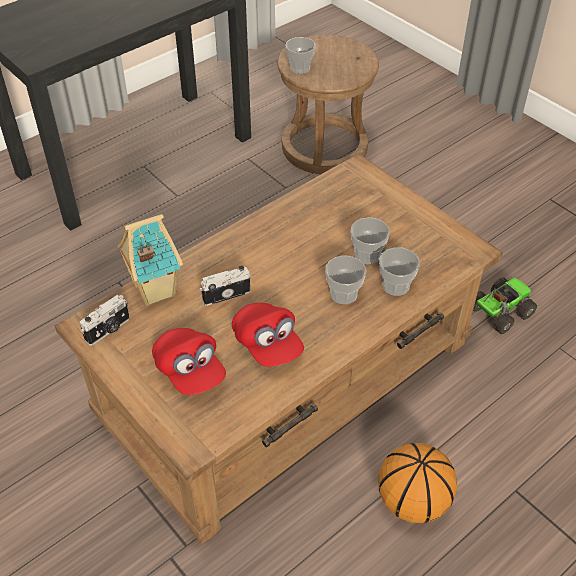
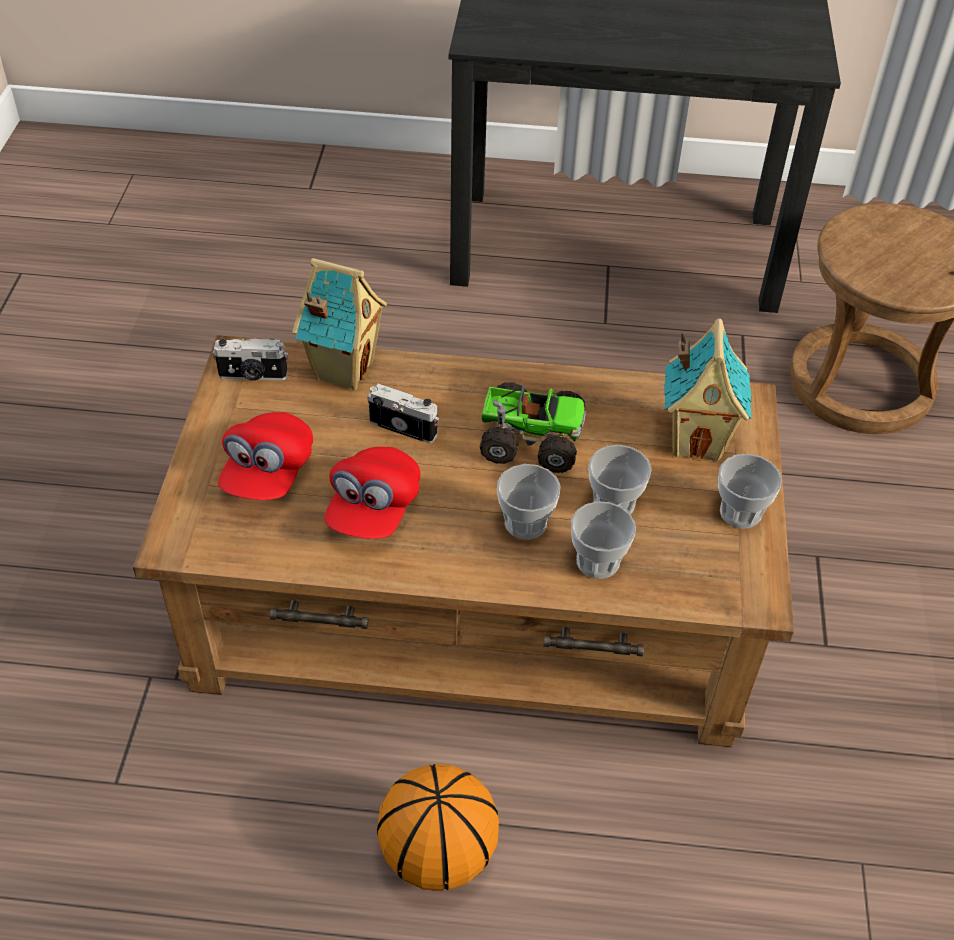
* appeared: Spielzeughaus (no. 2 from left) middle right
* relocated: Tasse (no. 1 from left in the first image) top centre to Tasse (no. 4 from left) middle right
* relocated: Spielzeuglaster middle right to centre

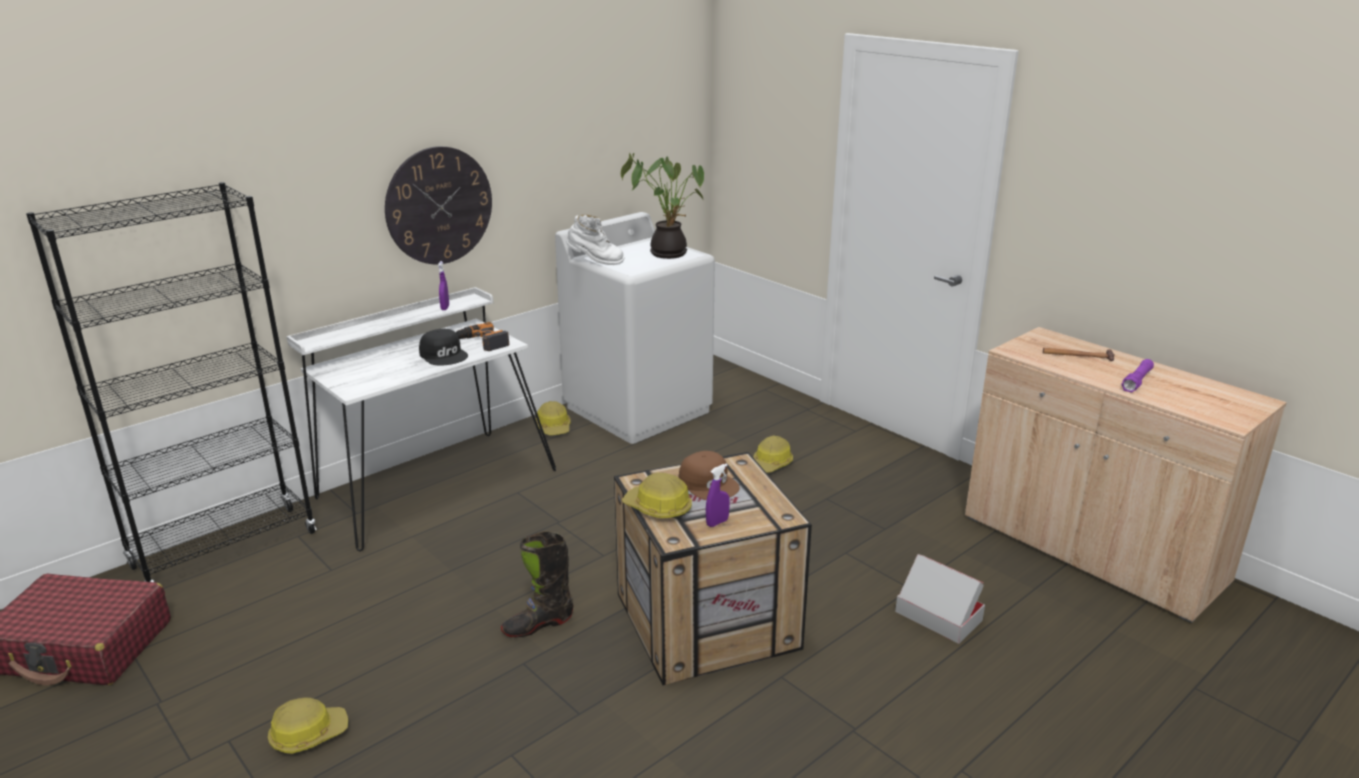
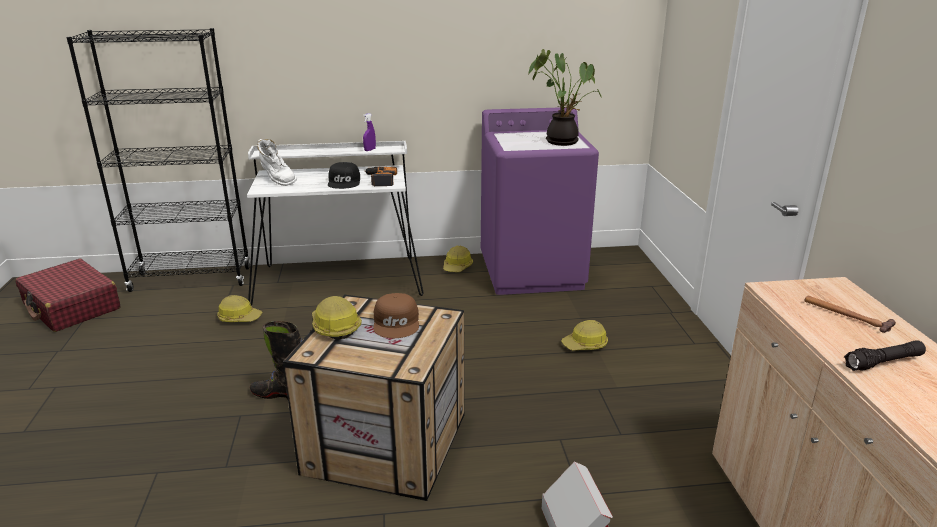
* missing: Wanduhr top left
* missing: Sprühflasche (lila) (no. 2 from left) centre
* relocated: Schutzhelm (no. 1 from left) bottom left to middle left
* relocated: Stiefel (weiß) top centre to top left
* colour: Waschmaschine (weiß) centre to Waschmaschine (lila) centre
* colour: Taschenlampe (lila) middle right to Taschenlampe (schwarz) bottom right

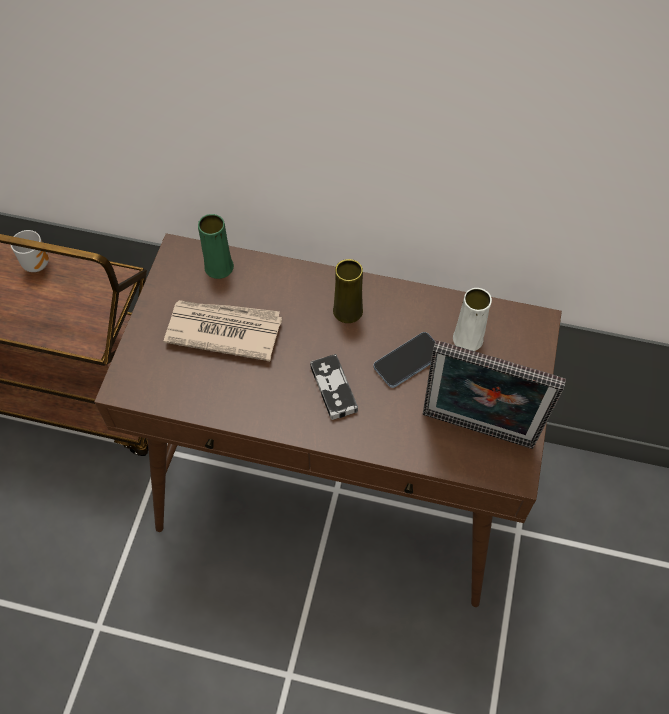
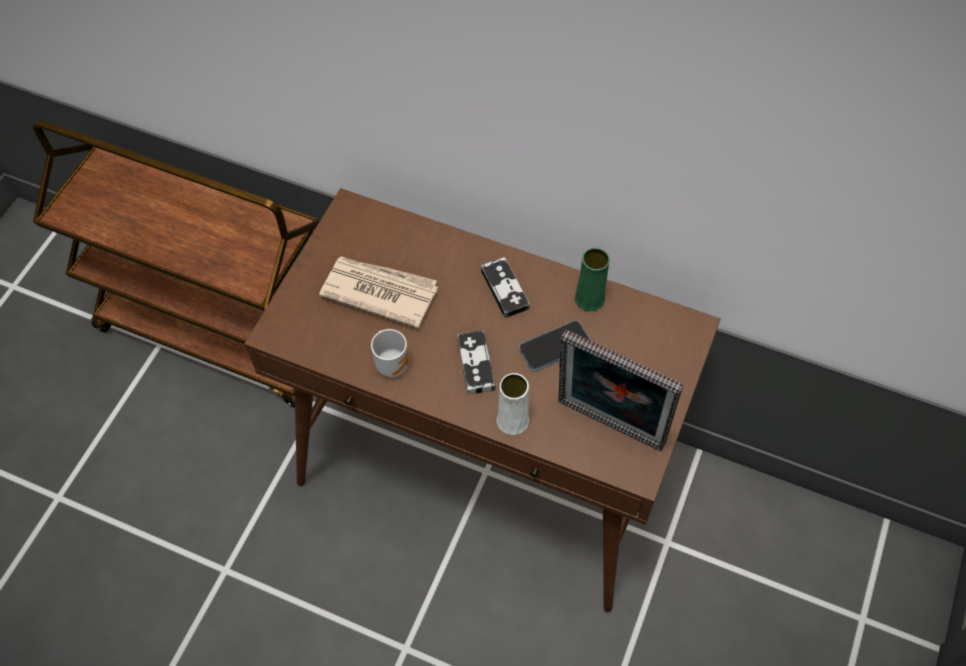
* relocated: Henkelbecher middle left to centre
* relocated: Vase (grün) middle left to centre
* relocated: Vase (weiß) middle right to centre
* exchanged: Vase (gelb) centre to Gamepad (no. 2 from left) centre

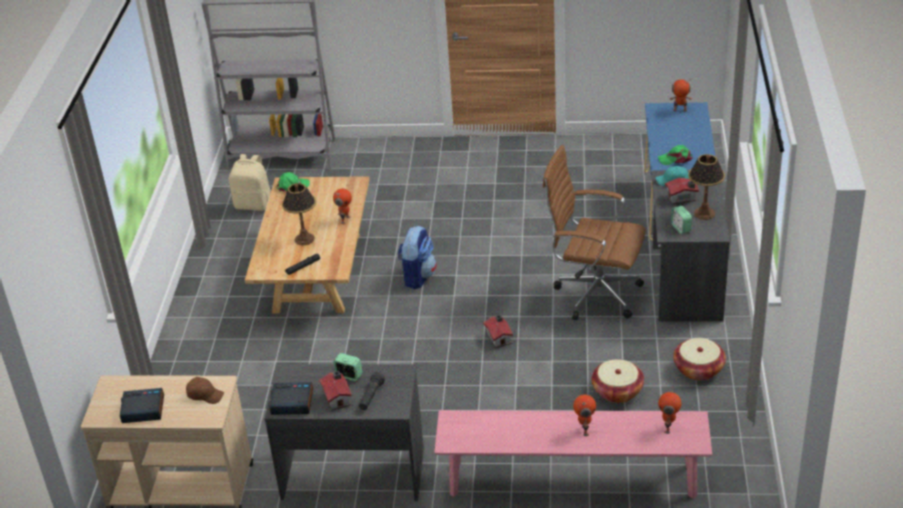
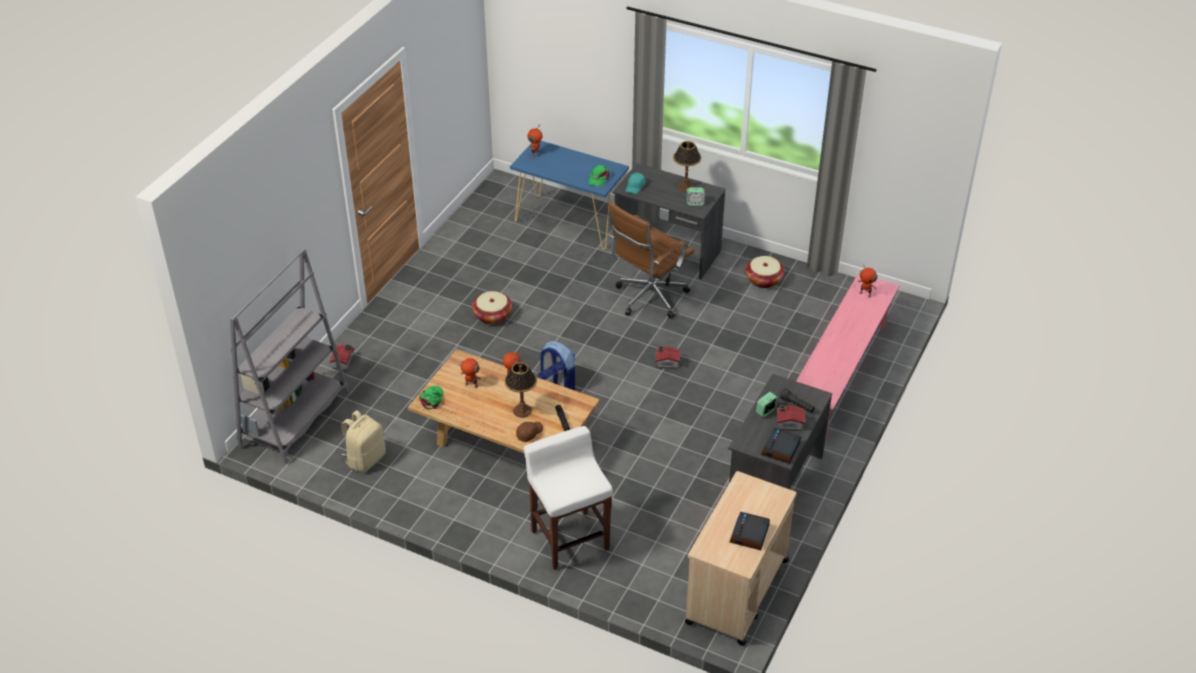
* appeared: Hocker (weiß) bottom centre
* relocated: Kappe (braun) bottom left to centre
* relocated: Spielzeugroboter (no. 2 from left in the first image) bottom centre to Spielzeugroboter (no. 1 from left) centre
* relocated: Korb (no. 1 from left) bottom right to centre
* relocated: Spielzeughaus (no. 3 from left in the first image) middle right to Spielzeughaus (no. 1 from left) middle left

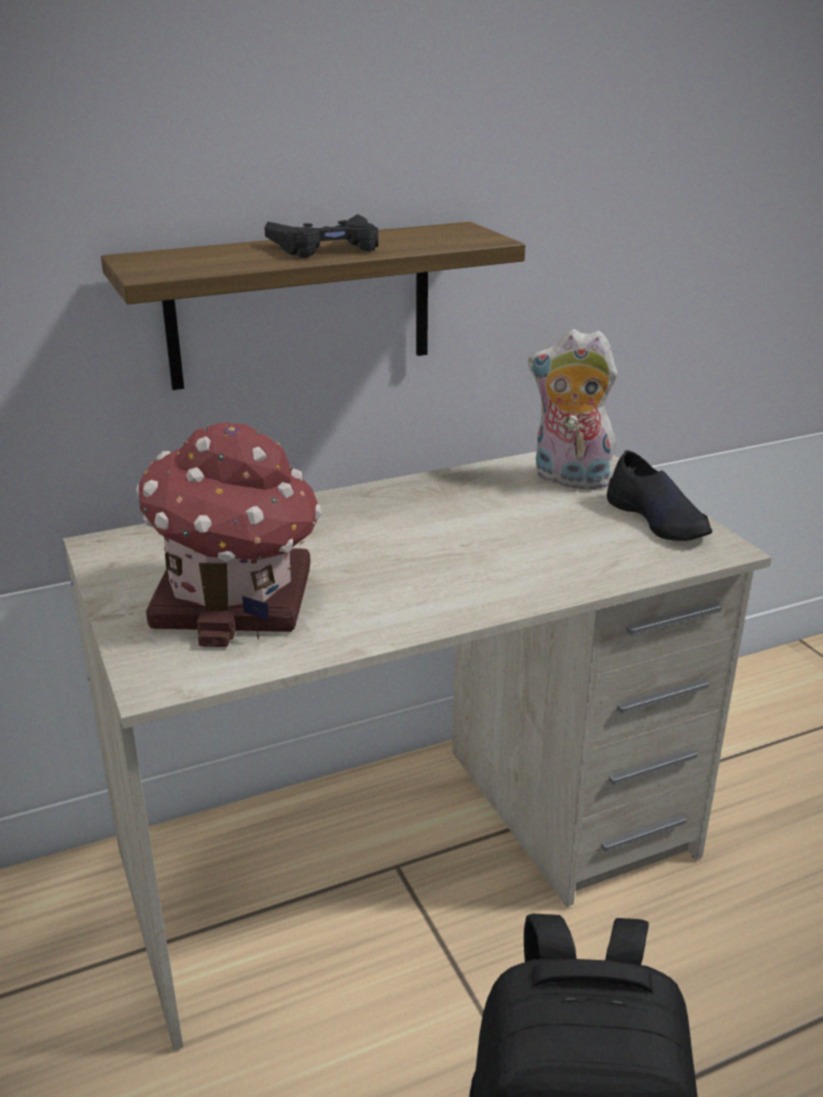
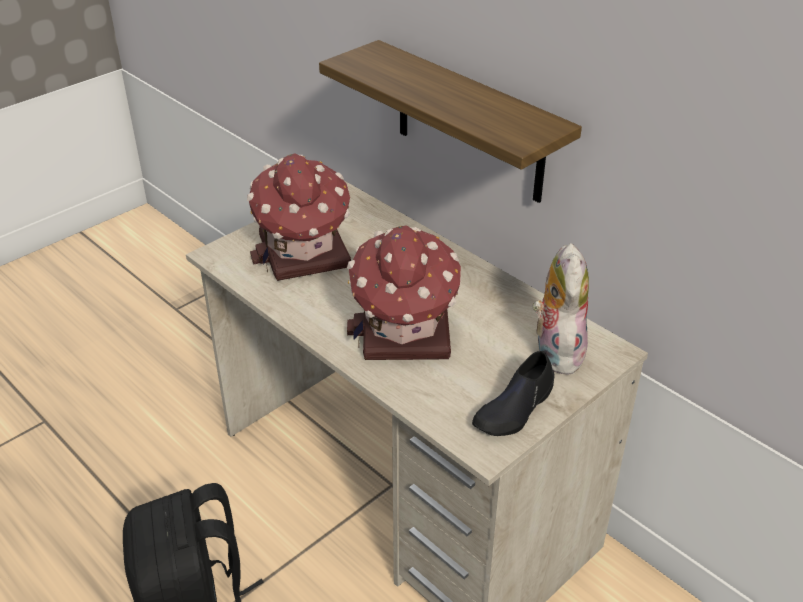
* missing: Gamepad (schwarz) top centre
* appeared: Spielzeughaus (no. 2 from left) centre

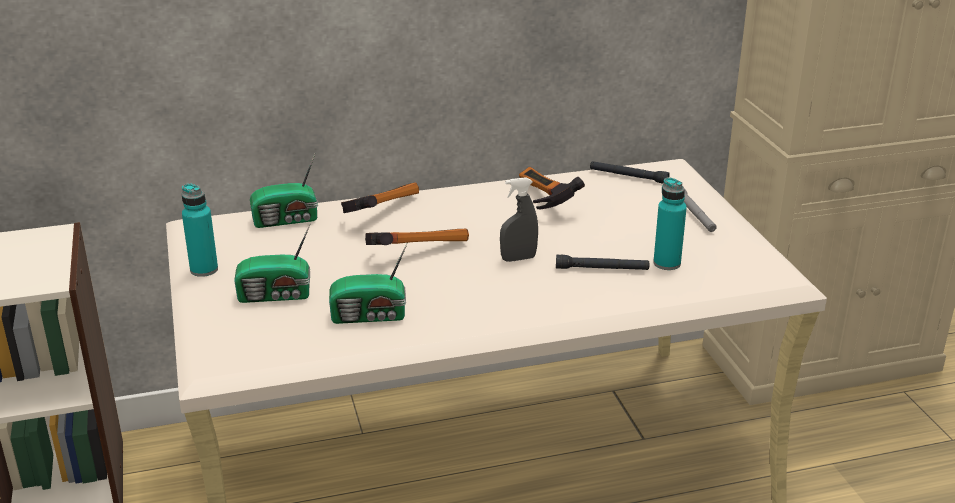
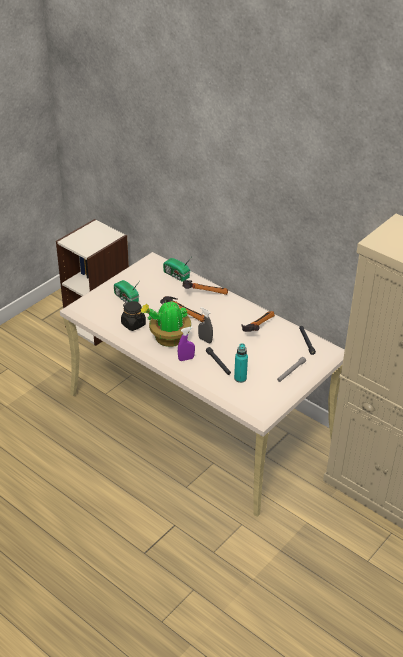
* missing: Flasche (türkis) (no. 1 from left) middle left
* appeared: Topfpflanze centre
* appeared: Sprühflasche (lila) centre
* exchanged: Radio (no. 3 from left) centre to Vorratsglas (schwarz) middle left

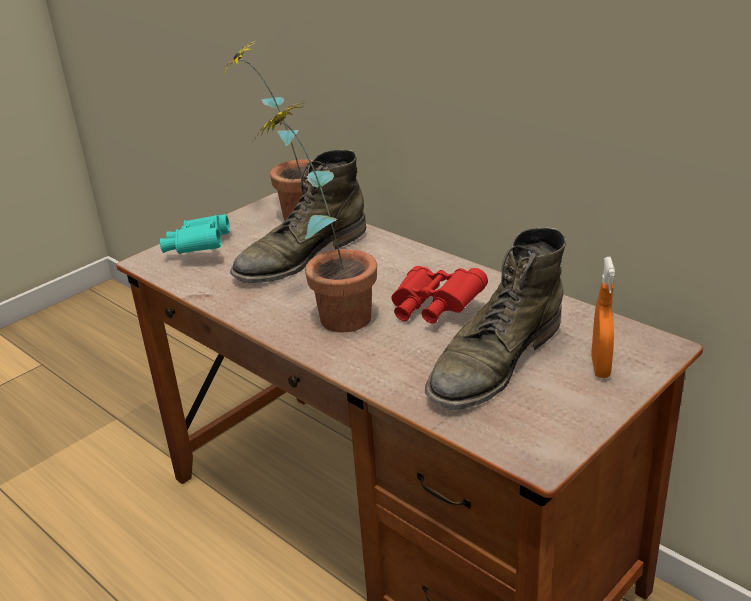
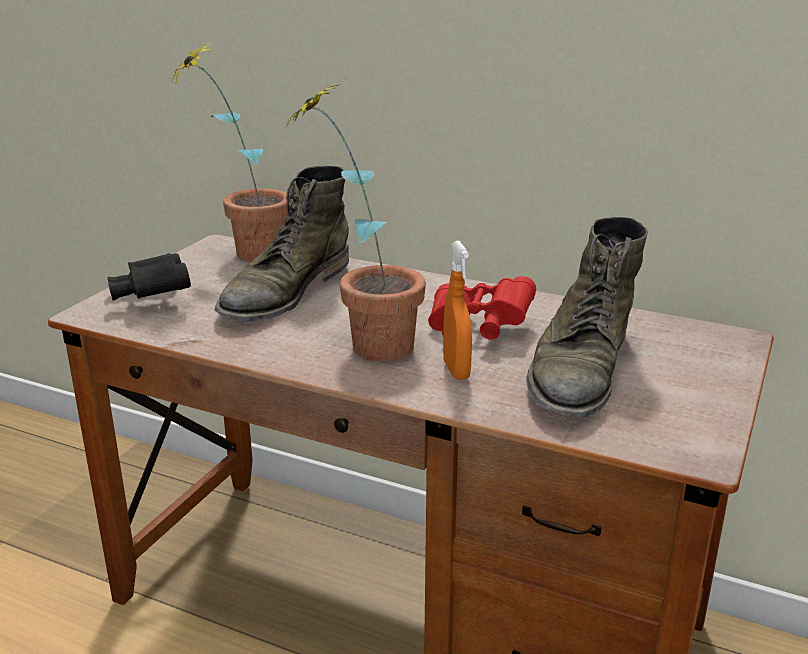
* relocated: Sprühflasche (orange) middle right to centre
* colour: Fernglas (türkis) middle left to Fernglas (schwarz) middle left

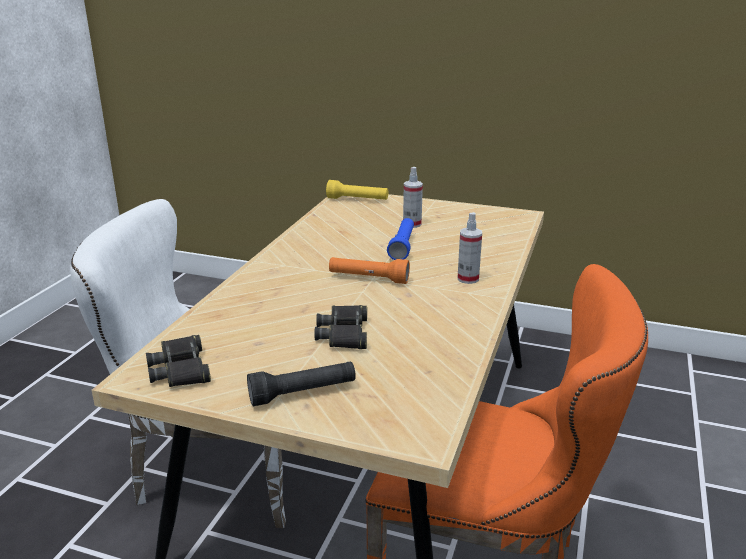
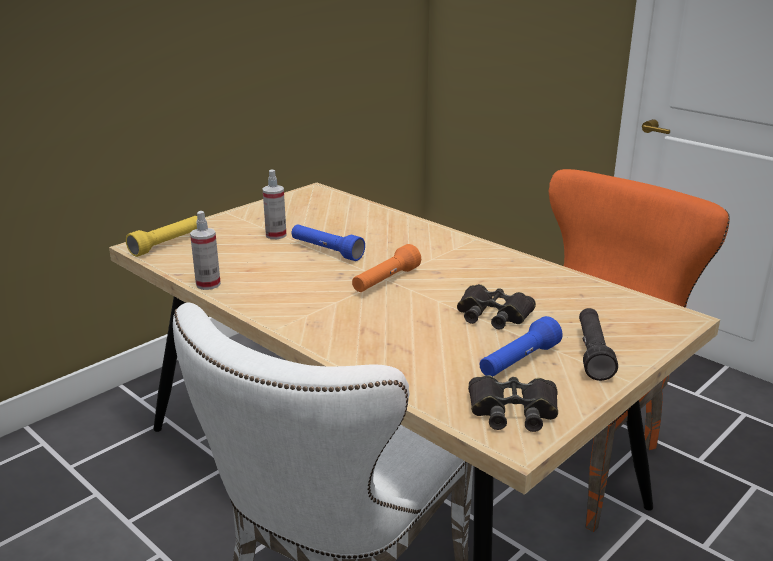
* appeared: Taschenlampe (blau) (no. 2 from left) middle right
* relocated: Sprühflasche (no. 2 from left in the first image) centre to Sprühflasche (no. 1 from left) middle left

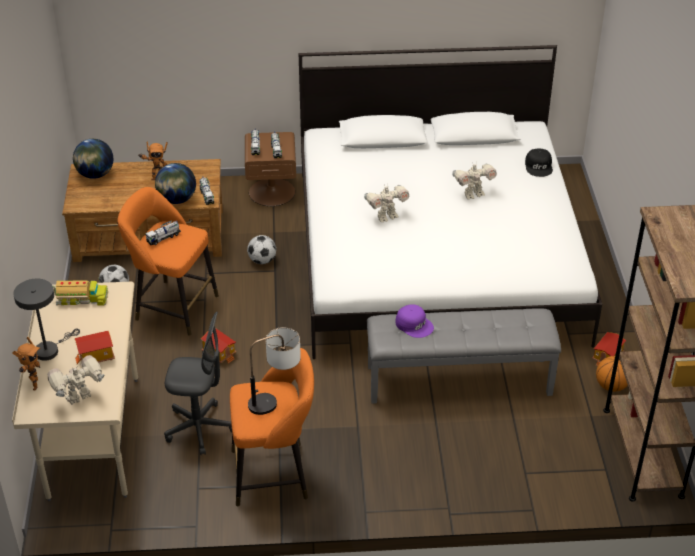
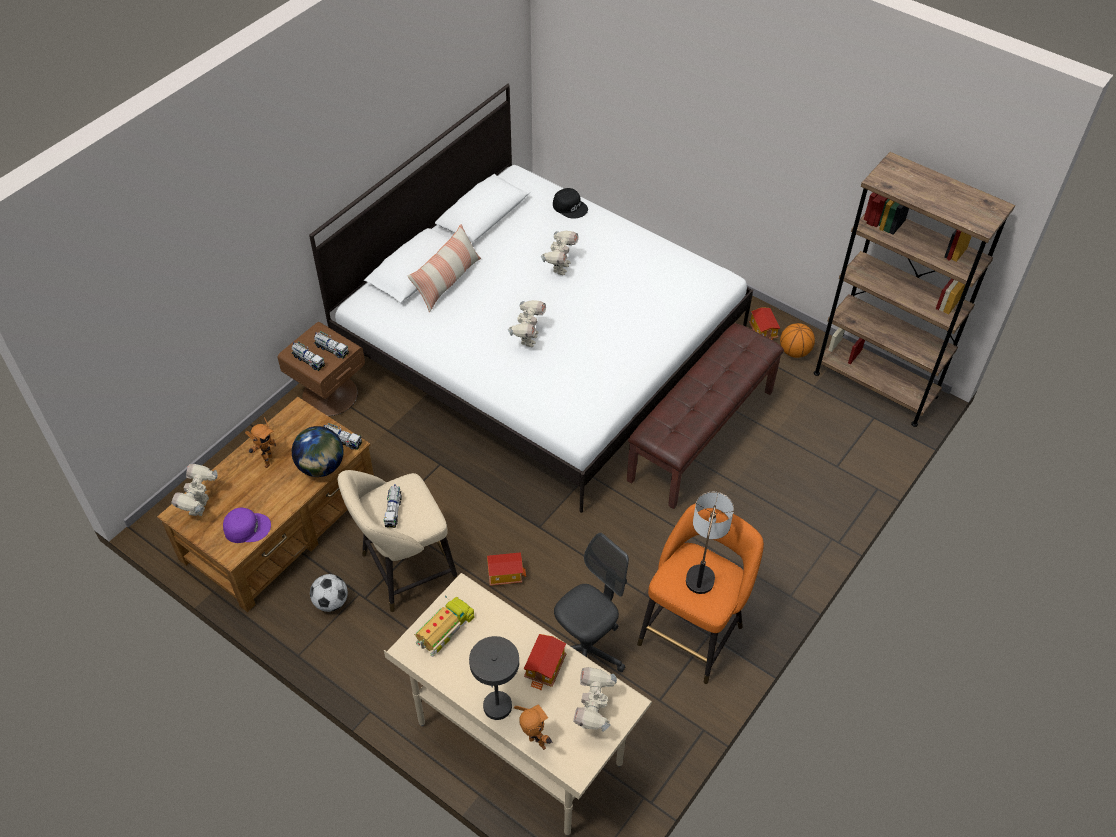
* missing: Fußball (no. 2 from left) centre
* appeared: Kissen top centre
* relocated: Kappe (lila) centre to middle left
* exchanged: Globus (no. 1 from left) top left to Spielzeugroboter (no. 1 from left) middle left
* colour: Hocker (orange) (no. 1 from left) middle left to Hocker (beige) centre
* colour: Bank (grau) middle right to Bank (braun) centre

